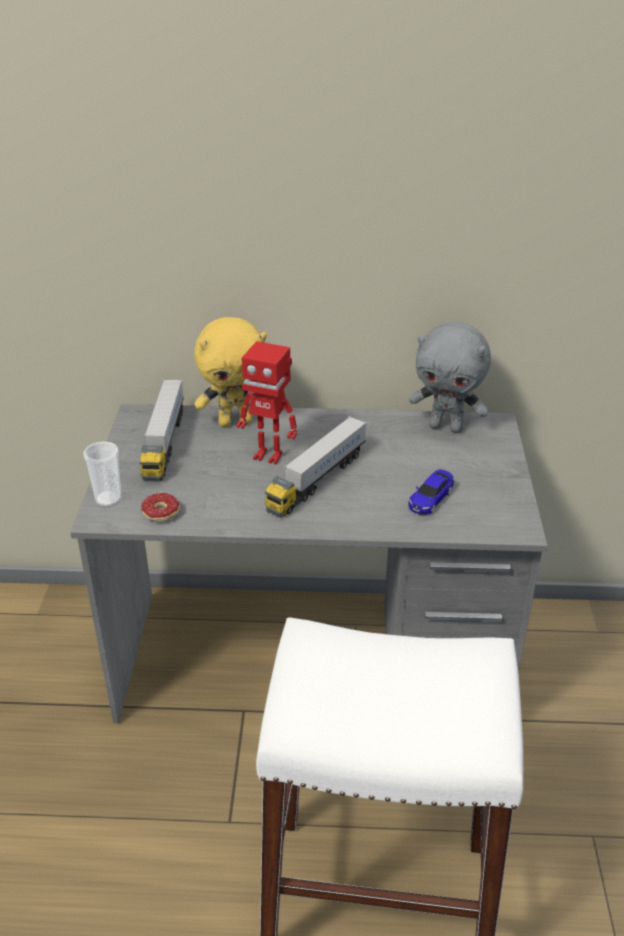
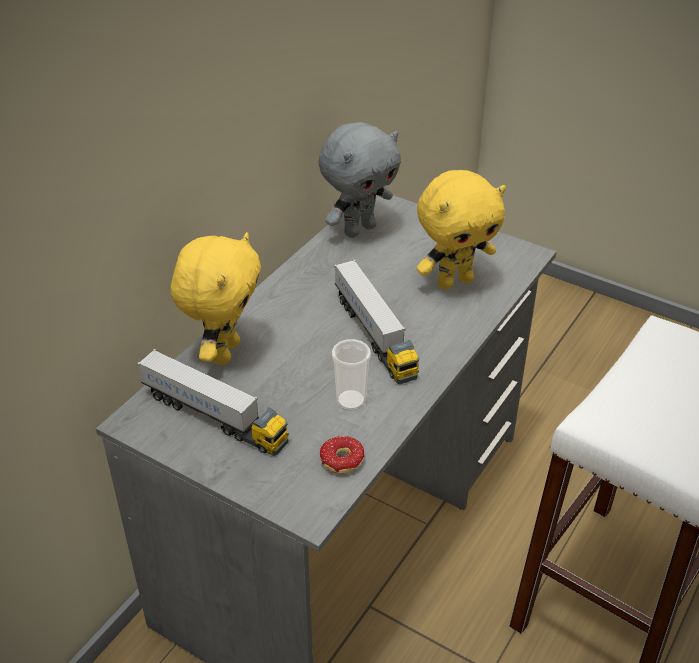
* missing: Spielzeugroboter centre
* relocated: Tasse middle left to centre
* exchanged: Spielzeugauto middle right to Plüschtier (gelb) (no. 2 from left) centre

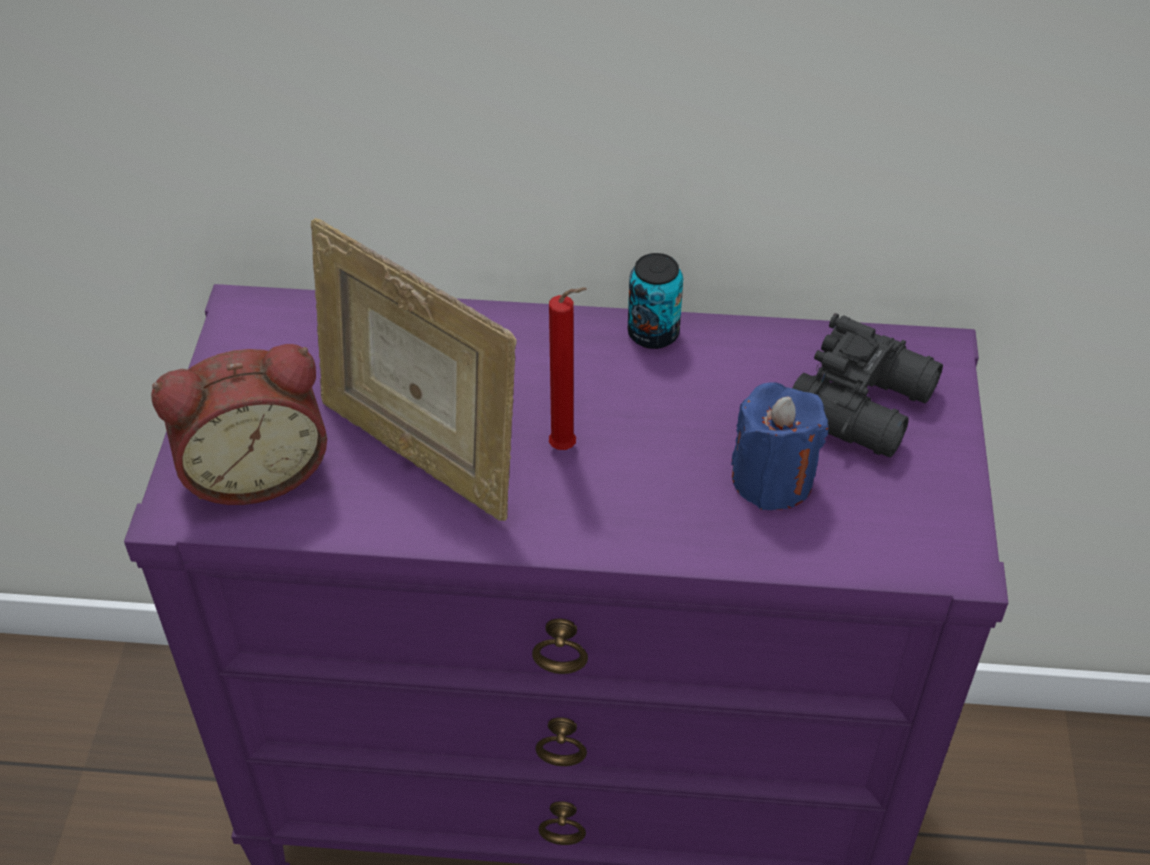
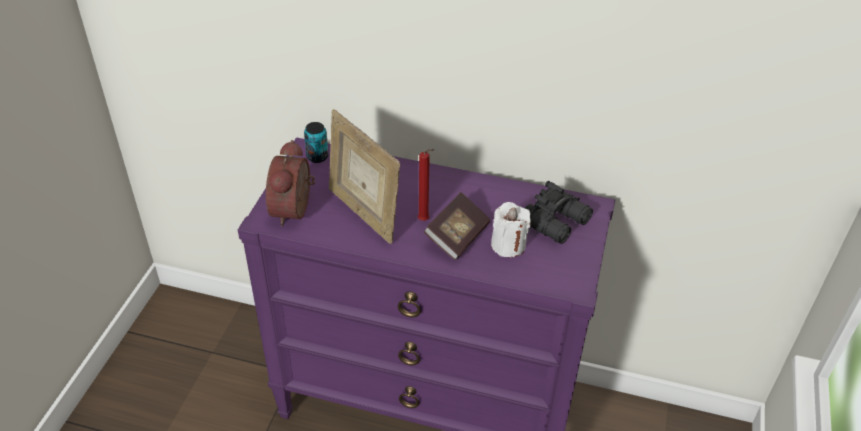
* appeared: Buch centre
* relocated: Dose centre to top centre
* colour: Kerze (blau) middle right to Kerze (weiß) centre
* spun: Wecker middle left = centre 105 degrees clockwise

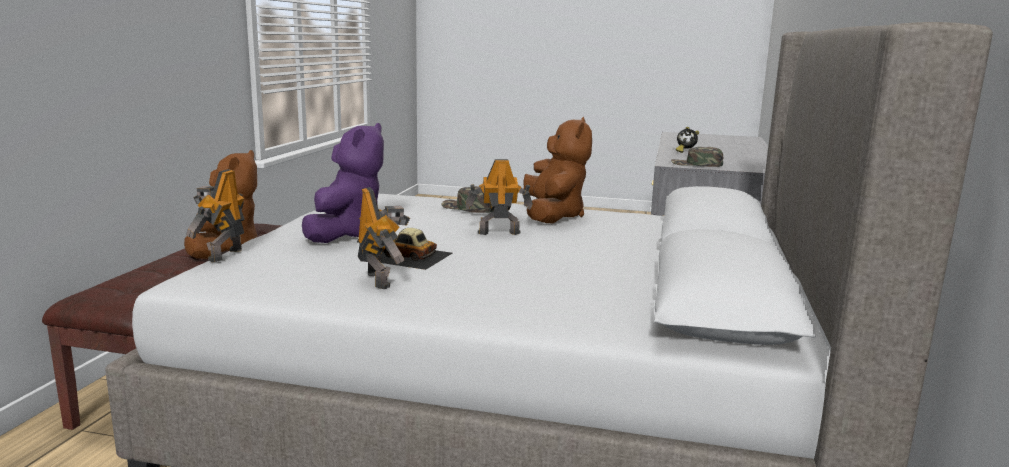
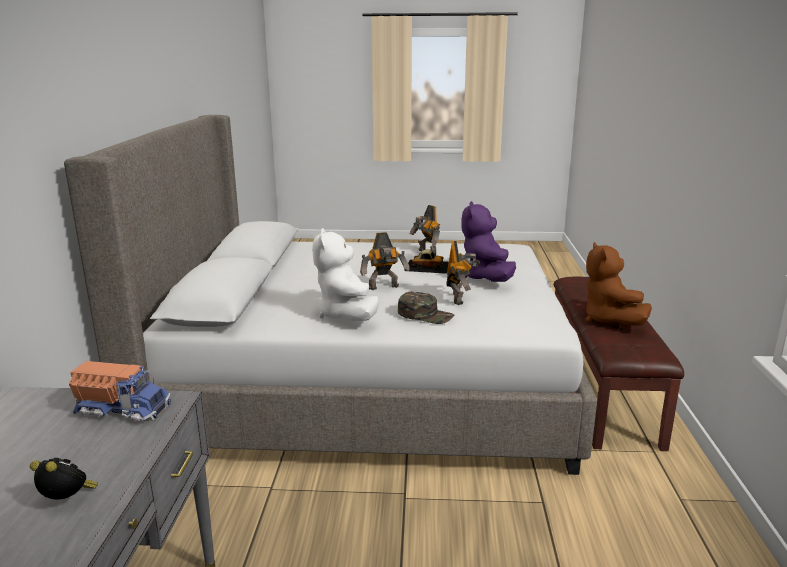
* relocated: Spielzeugroboter (no. 1 from left in the first image) middle left to Spielzeugroboter (no. 3 from left) centre
* exchanged: Kappe (grün) (no. 2 from left) middle right to Spielzeuglaster bottom left
* colour: Plüschtier (braun) (no. 2 from left) centre to Plüschtier (weiß) centre

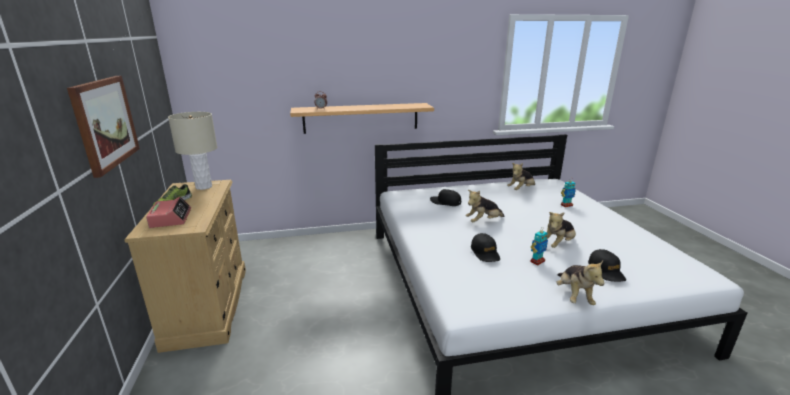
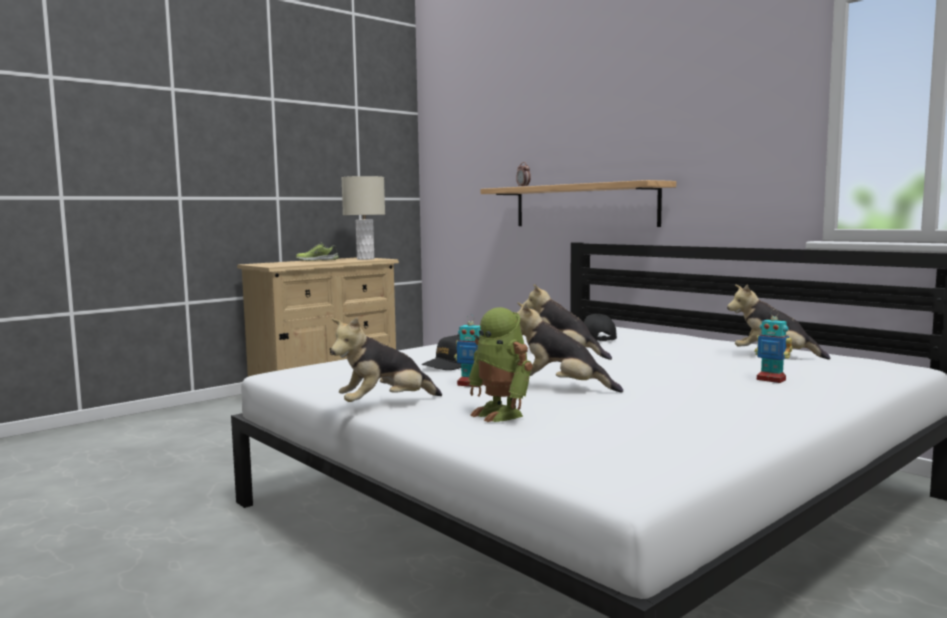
* missing: Bild top left
* missing: Wecker (no. 1 from left) middle left
* exchanged: Kappe (schwarz) (no. 3 from left) bottom right to Spielzeugroboter (no. 2 from left) centre

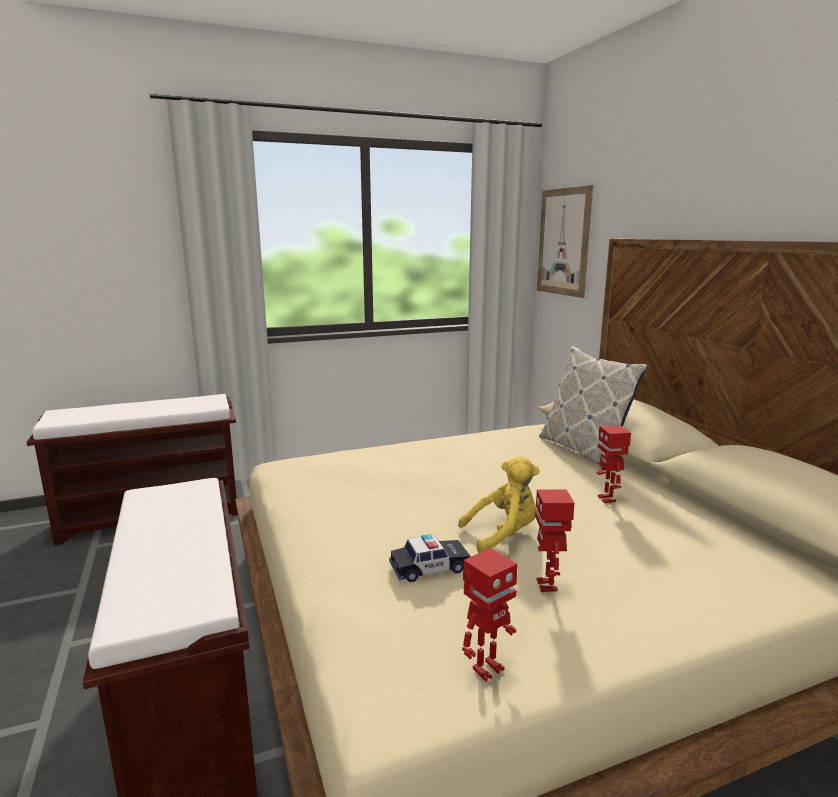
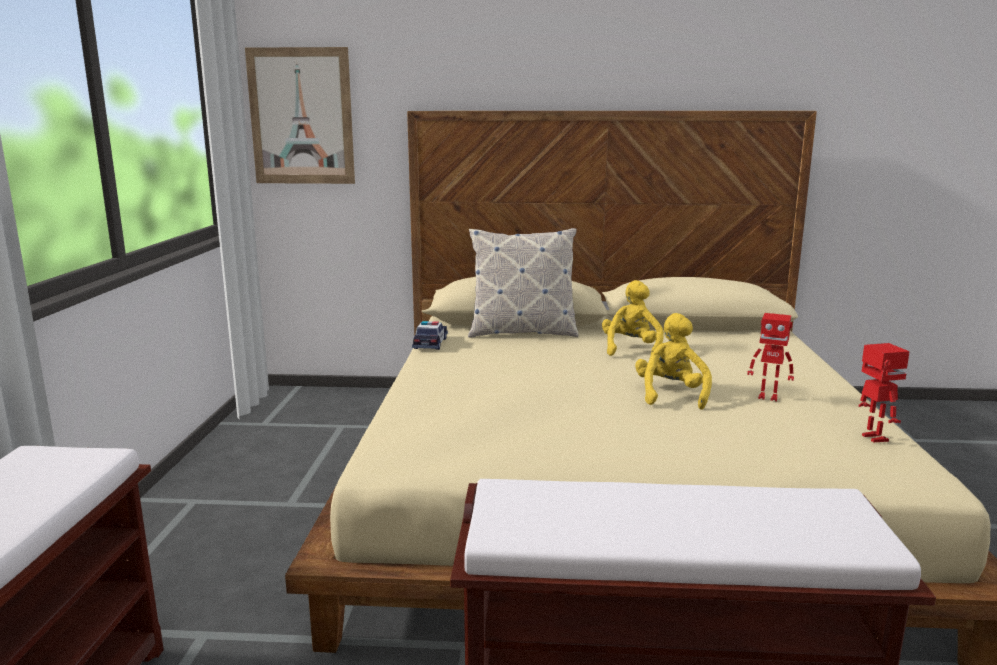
* relocated: Spielzeugauto bottom centre to centre
* exchanged: Spielzeugroboter (no. 3 from left) middle right to Plüschtier (gelb) (no. 1 from left) centre

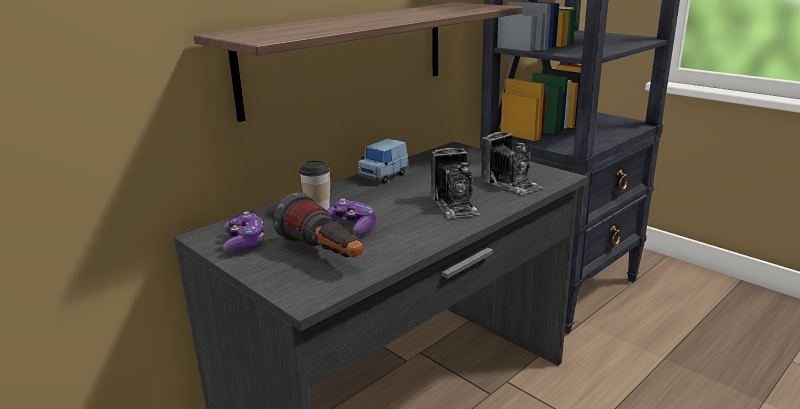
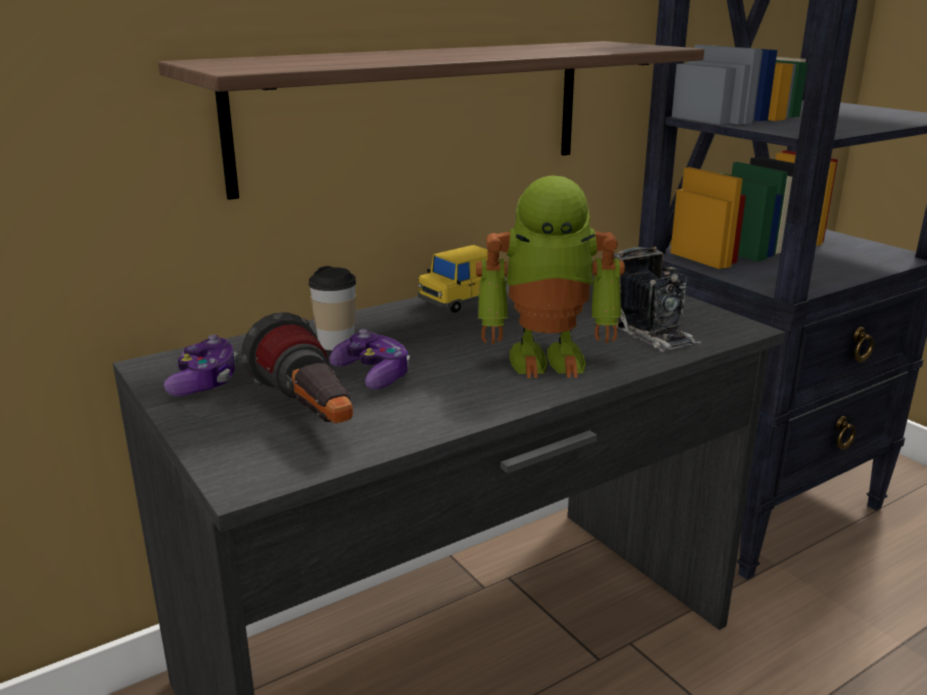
* exchanged: Kamera (no. 1 from left) centre to Spielzeugroboter centre
* colour: Spielzeugauto (blau) centre to Spielzeugauto (gelb) centre

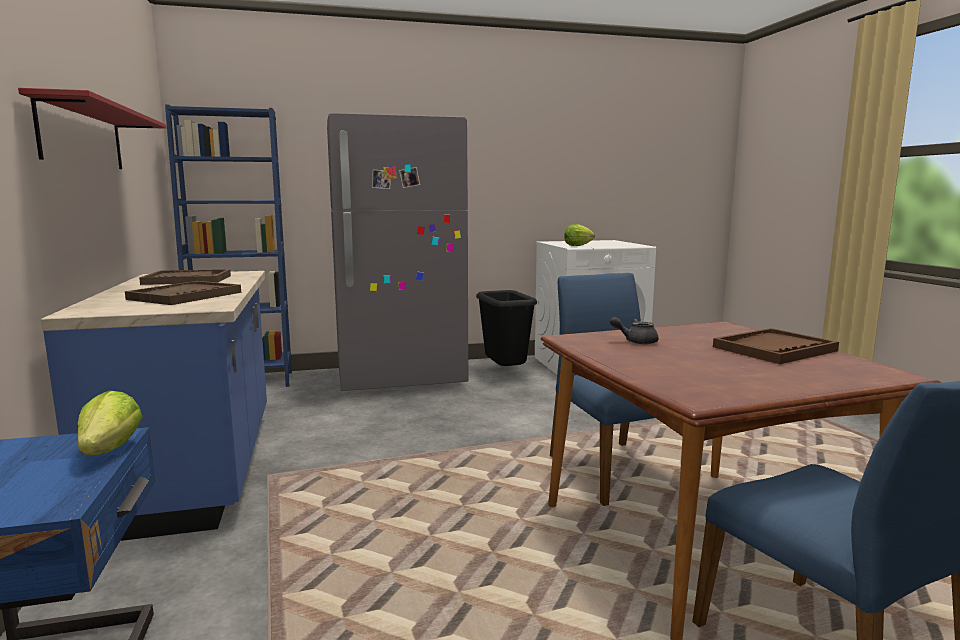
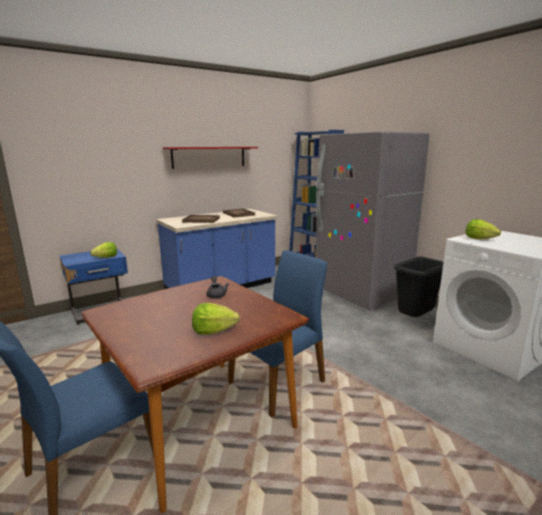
* exchanged: Tablett (braun) (no. 3 from left) middle right to Salatkopf (no. 2 from left) centre

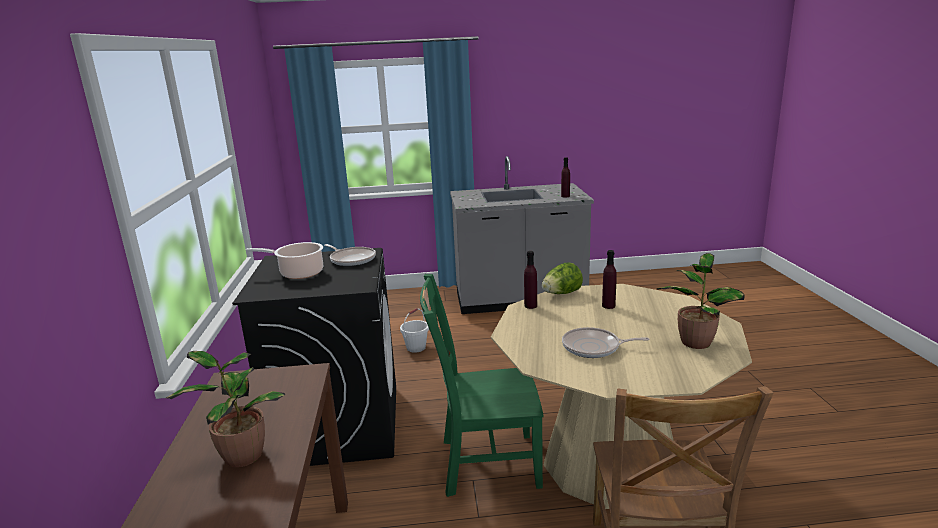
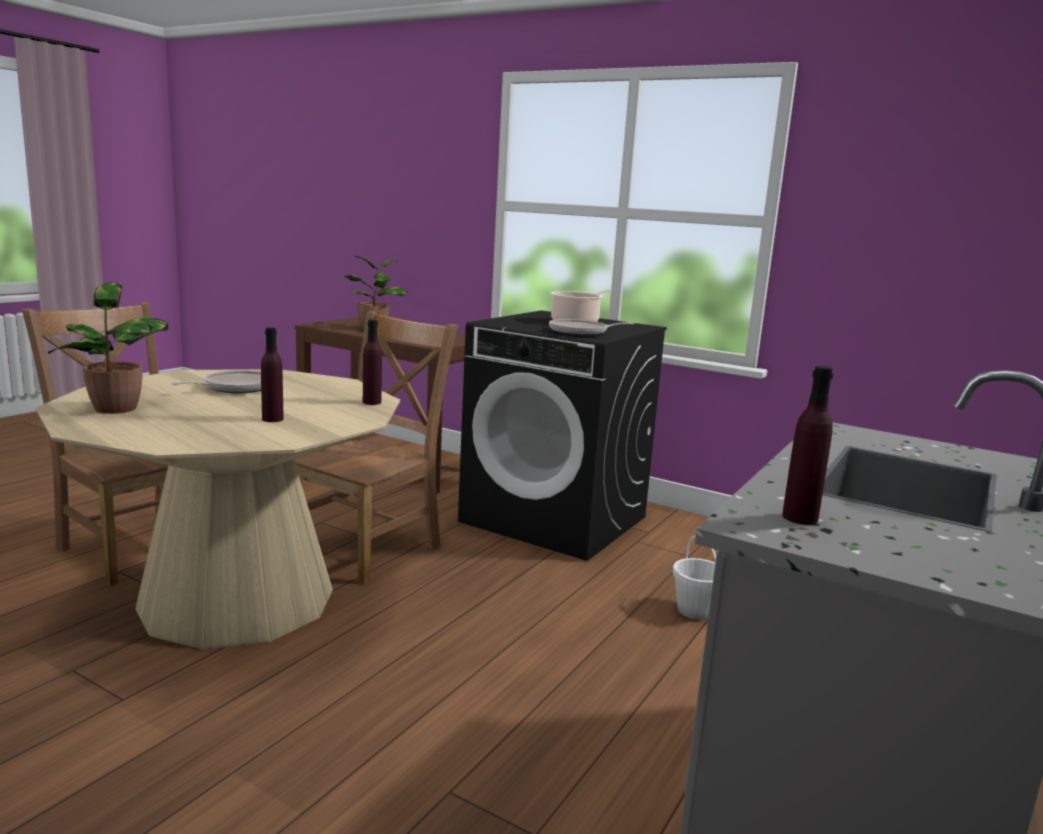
* missing: Salatkopf centre
* colour: Stuhl (grün) bottom centre to Stuhl (braun) (no. 2 from left) centre

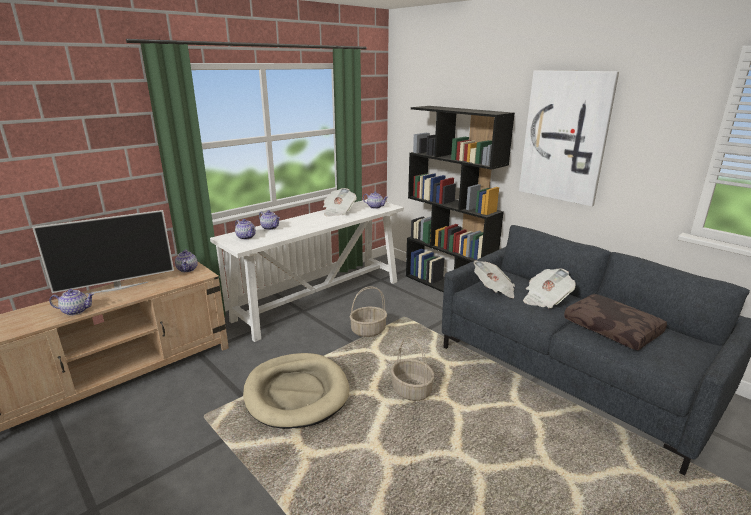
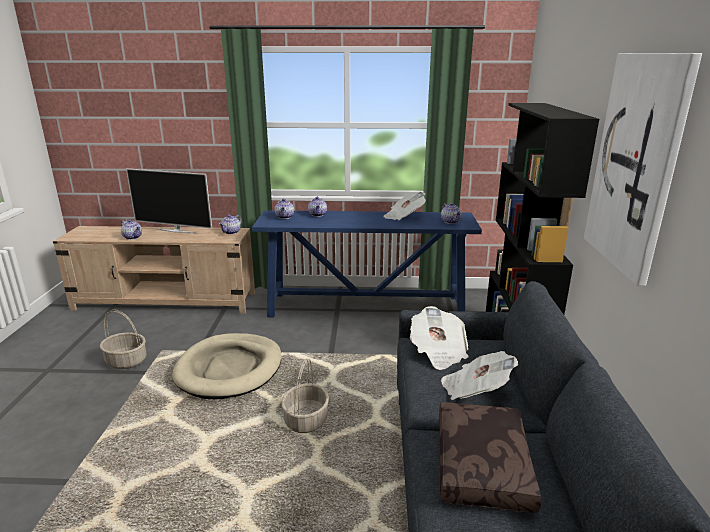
* relocated: Korb (no. 1 from left) centre to middle left
* colour: Konsolentisch (weiß) centre to Konsolentisch (blau) centre

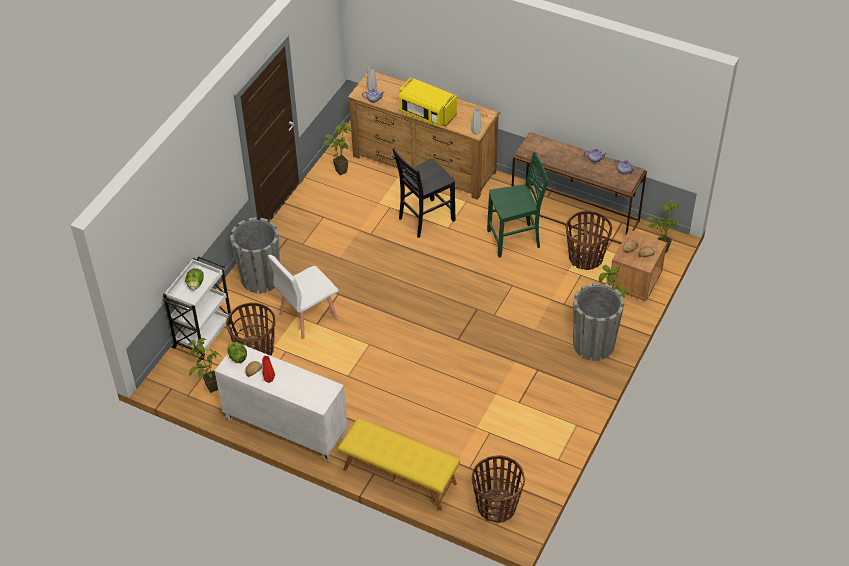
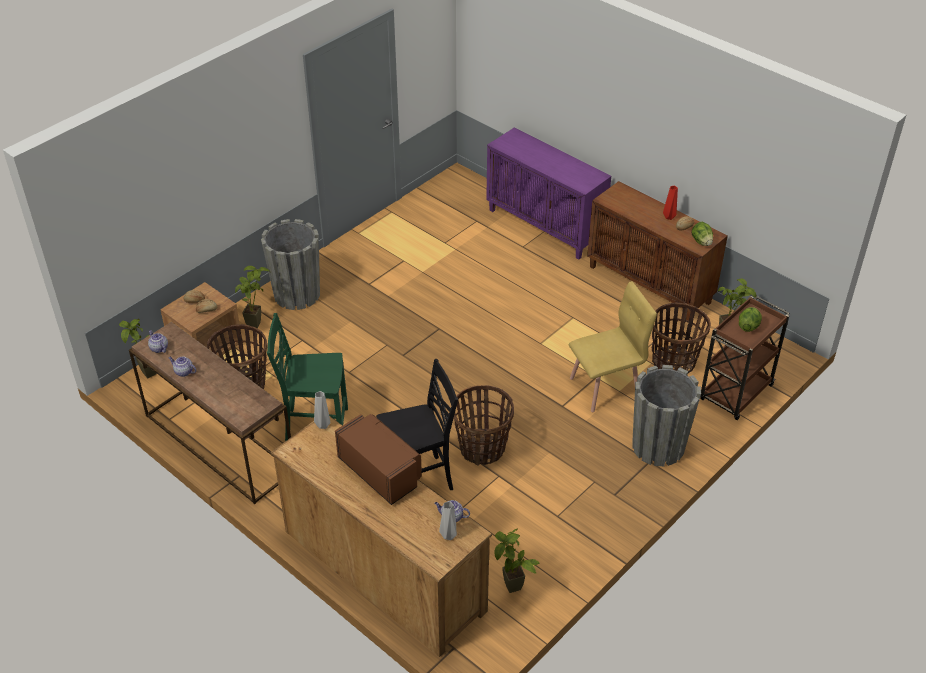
* relocated: Korb (no. 2 from left) bottom centre to centre
* exchanged: Bank (gelb) bottom centre to Schrank (lila) top centre
* colour: Rollwagen (weiß) middle left to Rollwagen (braun) middle right
* colour: Schrank (weiß) bottom left to Schrank (braun) middle right
* colour: Stuhl (weiß) centre to Stuhl (gelb) centre
* colour: Mikrowelle (gelb) top centre to Mikrowelle (braun) bottom centre

